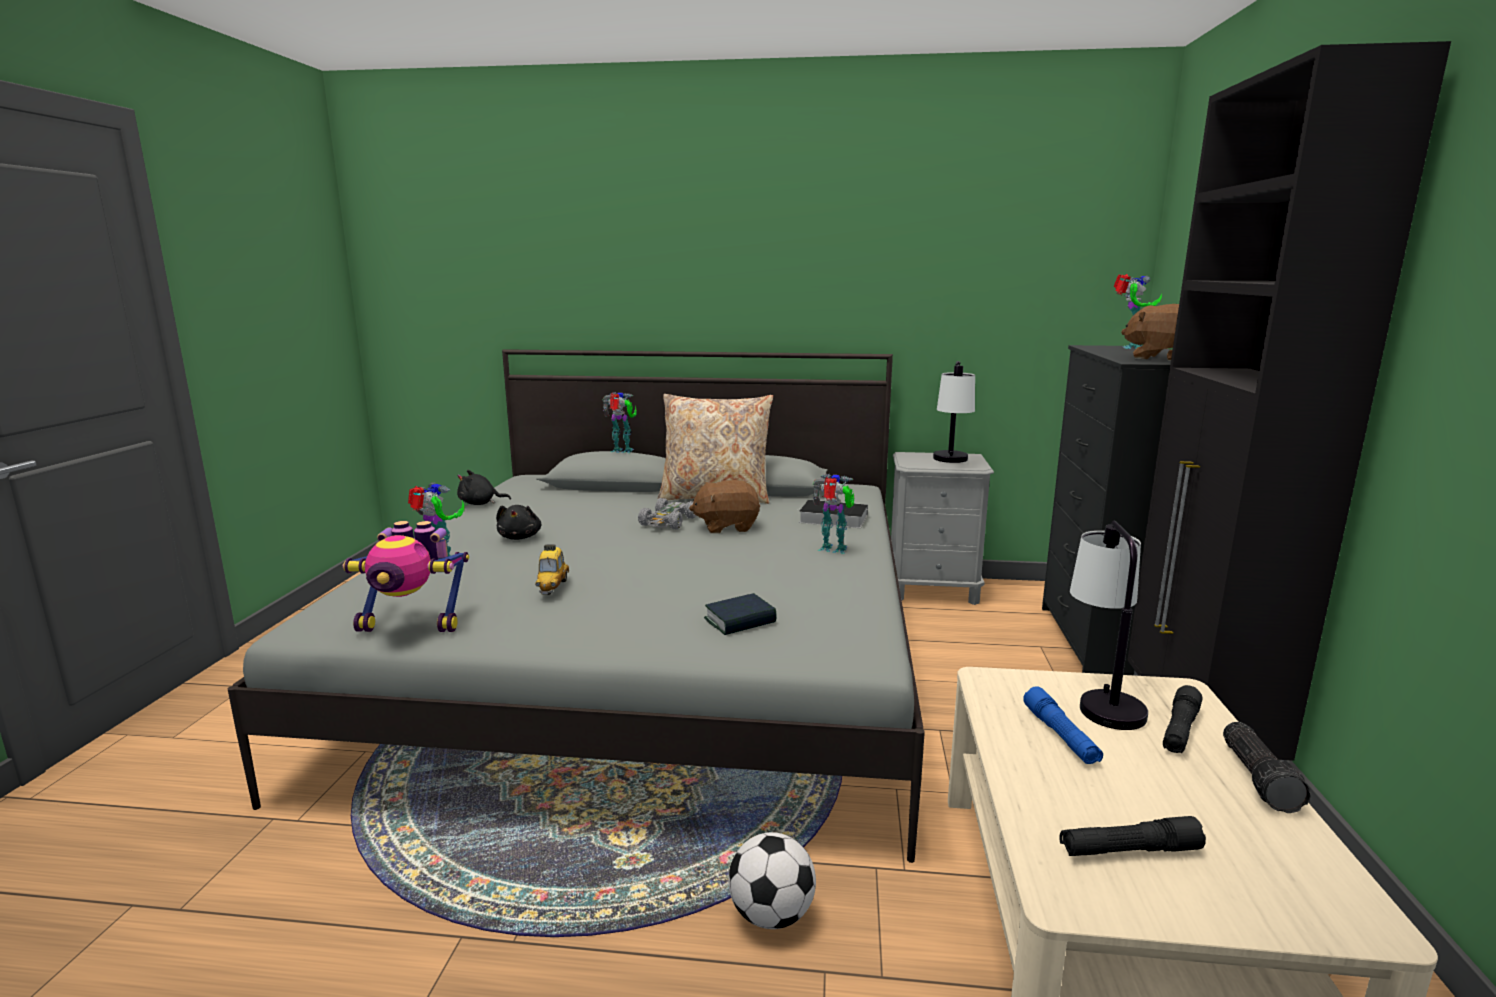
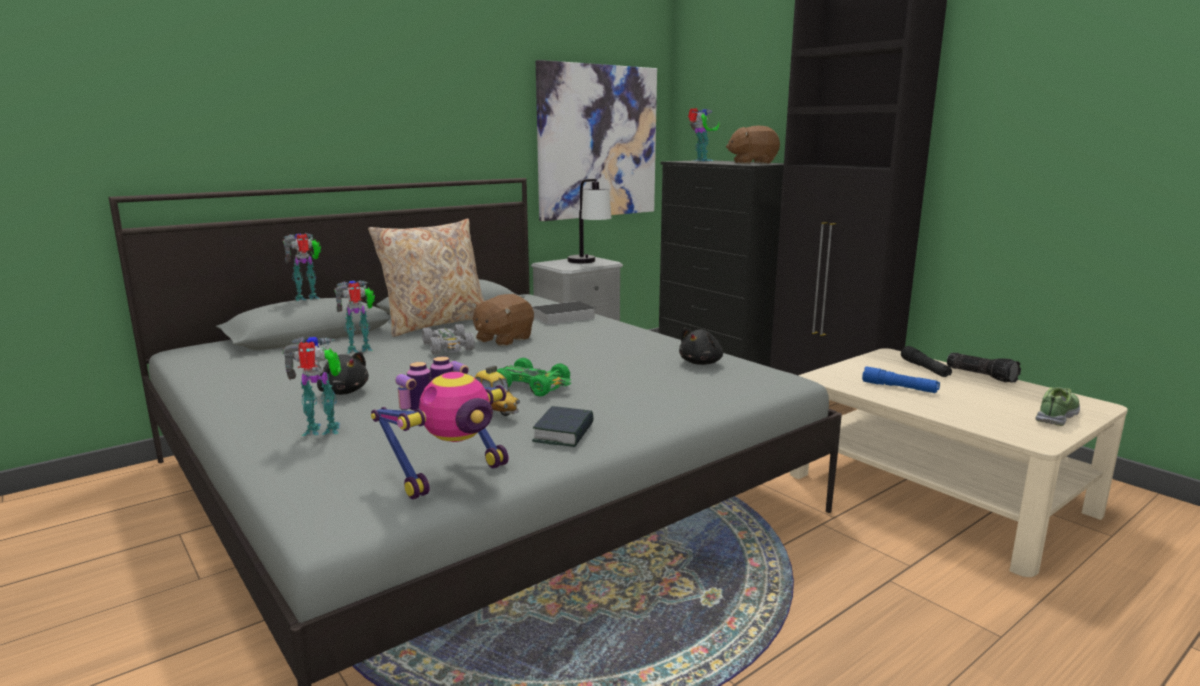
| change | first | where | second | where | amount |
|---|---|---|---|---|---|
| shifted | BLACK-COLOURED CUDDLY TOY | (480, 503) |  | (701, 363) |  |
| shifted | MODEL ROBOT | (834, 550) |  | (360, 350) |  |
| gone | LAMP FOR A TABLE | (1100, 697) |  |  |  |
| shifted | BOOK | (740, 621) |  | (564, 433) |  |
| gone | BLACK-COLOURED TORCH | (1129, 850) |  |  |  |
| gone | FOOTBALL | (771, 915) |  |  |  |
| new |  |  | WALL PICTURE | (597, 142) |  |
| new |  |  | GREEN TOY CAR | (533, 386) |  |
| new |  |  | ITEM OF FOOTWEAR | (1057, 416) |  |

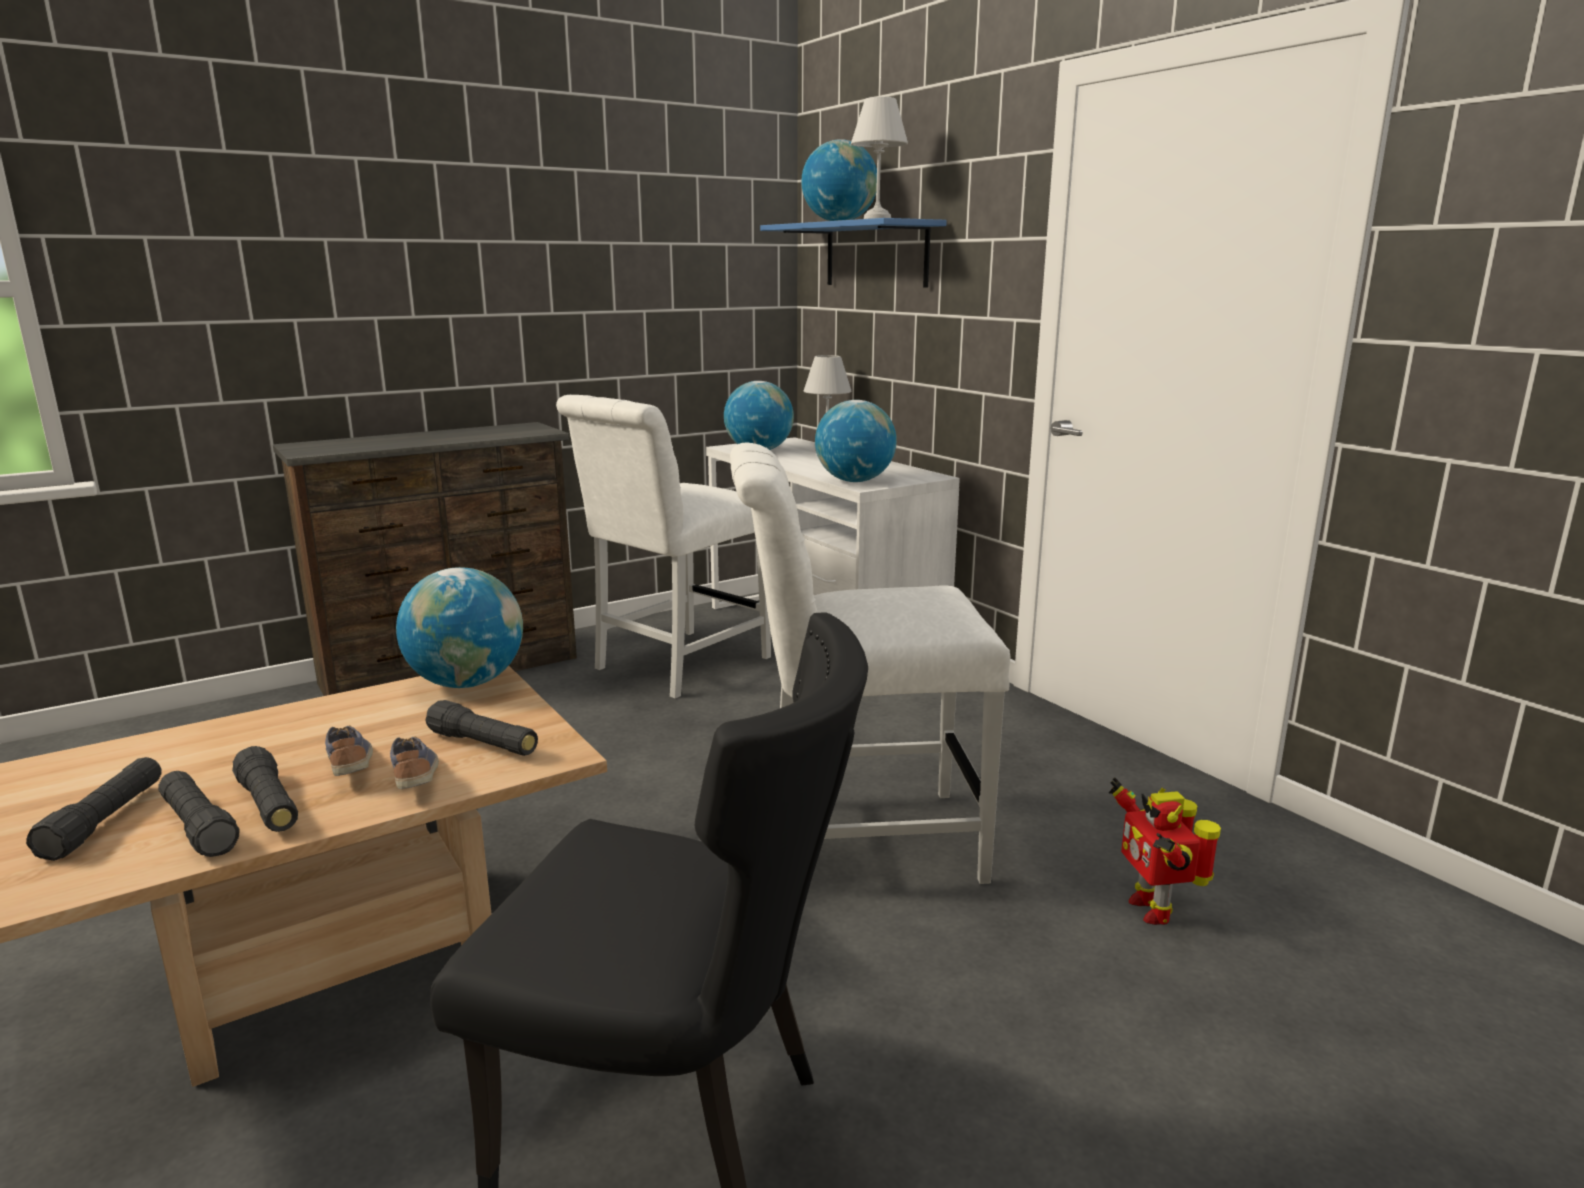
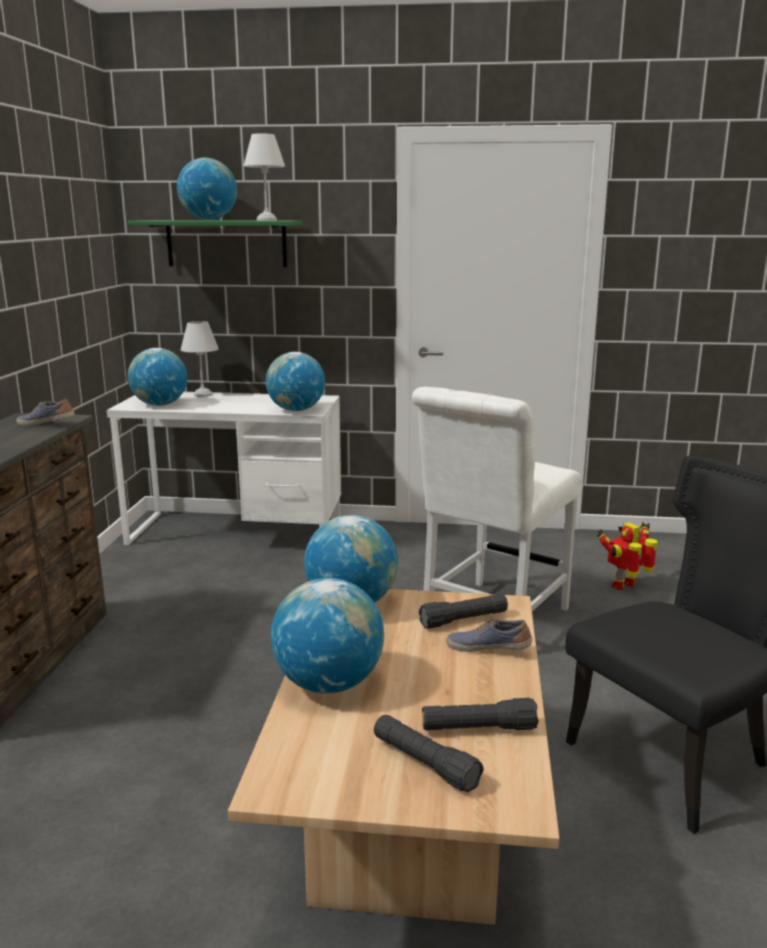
| change | first | where | second | where | amount |
|---|---|---|---|---|---|
| repainted | BLUE-COLOURED BRACKET SHELF | (876, 255) | GREEN BRACKET SHELF | (226, 243) |  |
| gone | WHITE-COLOURED UPRIGHT CHAIR | (674, 665) |  |  |  |
| shifted | ITEM OF FOOTWEAR | (351, 766) |  | (47, 424) |  |
| gone | BLACK-COLOURED TORCH | (269, 806) |  |  |  |
| rotated | MODEL ROBOT | (1153, 908) |  | (626, 586) | 120 degrees clockwise |
| new |  |  | WORLD GLOBE | (328, 683) |  |

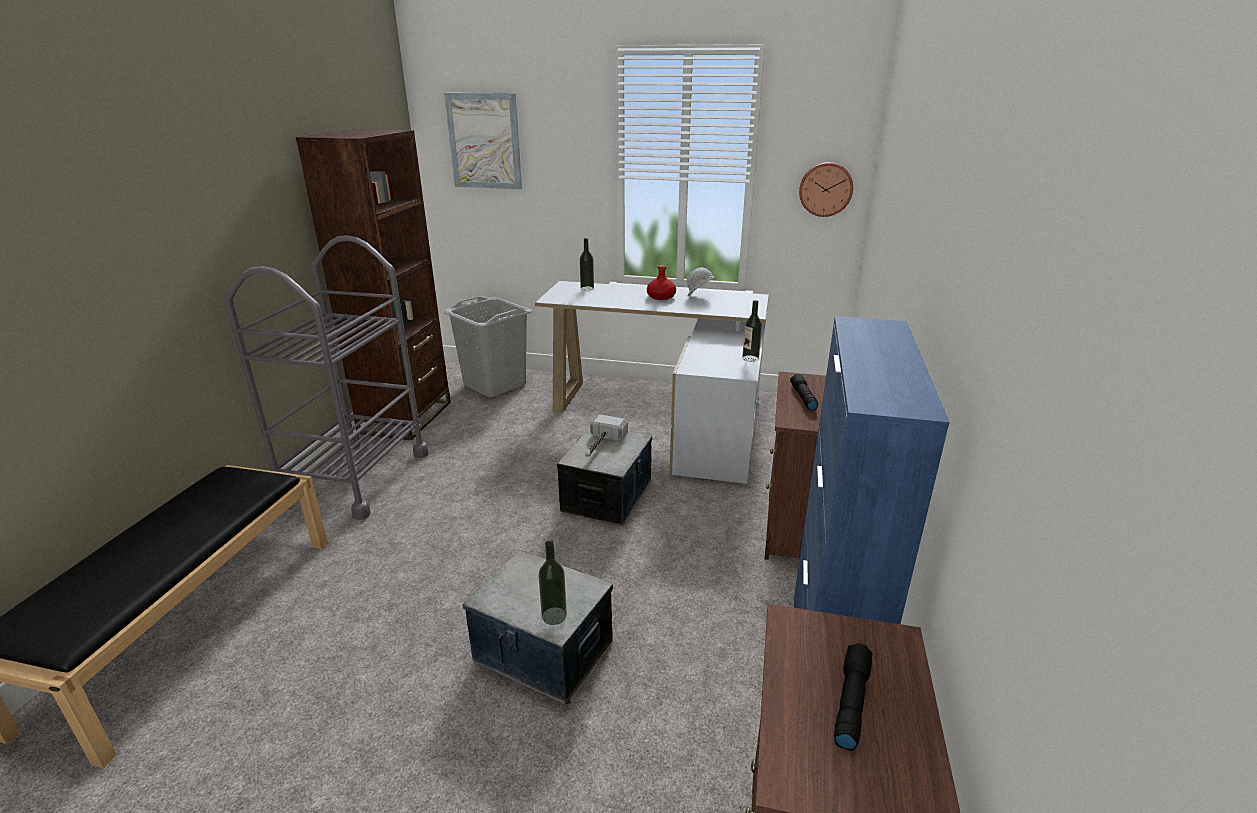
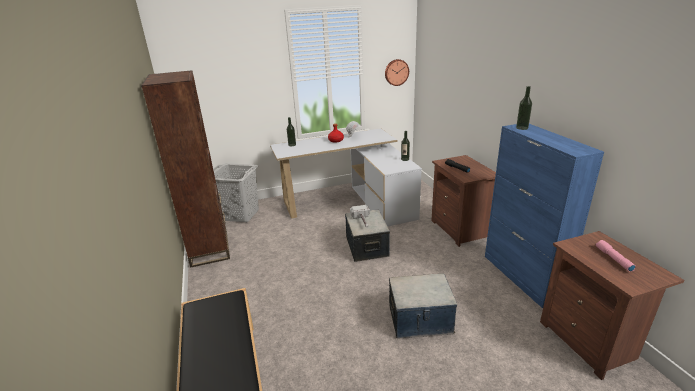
| change | first | where | second | where | amount |
|---|---|---|---|---|---|
| gone | WALL PICTURE | (484, 141) |  |  |  |
| gone | GREYISH CART | (356, 478) |  |  |  |
| shifted | BOTTLE | (554, 616) |  | (522, 128) |  |
| repainted | BLACK-COLOURED TORCH | (850, 701) | PINKISH TORCH | (613, 259) |  |

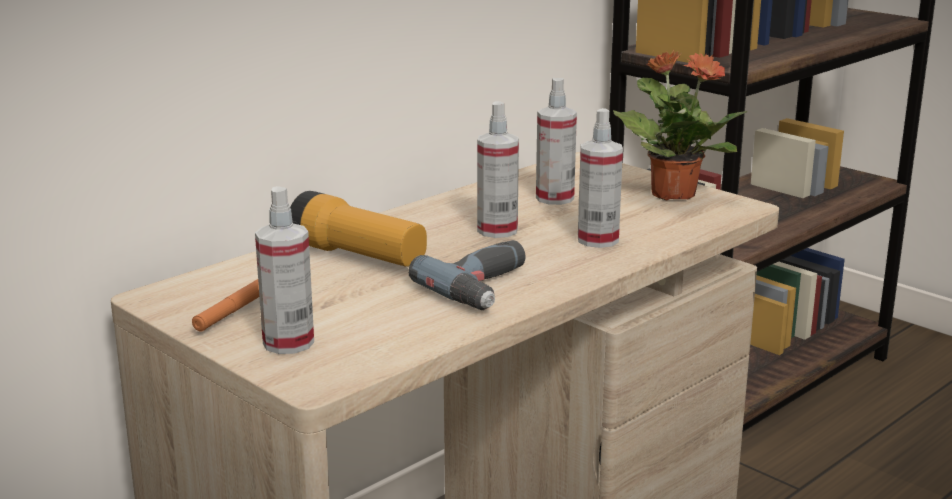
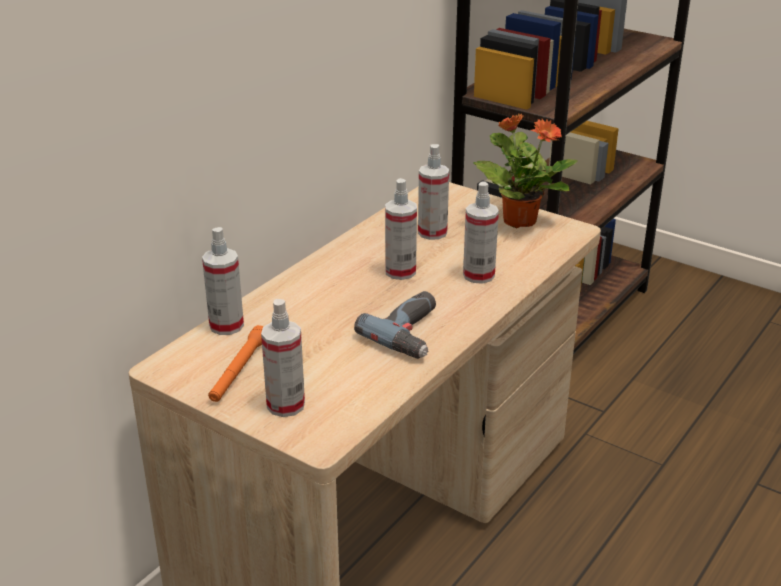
| change | first | where | second | where | amount |
|---|---|---|---|---|---|
| gone | TORCH | (358, 256) |  |  |  |
| new |  |  | SPRAYER | (226, 325) |  |

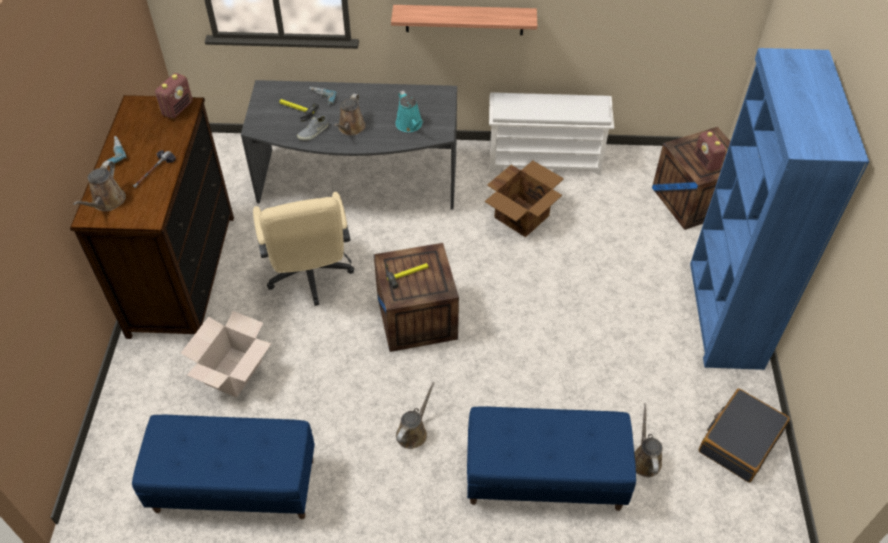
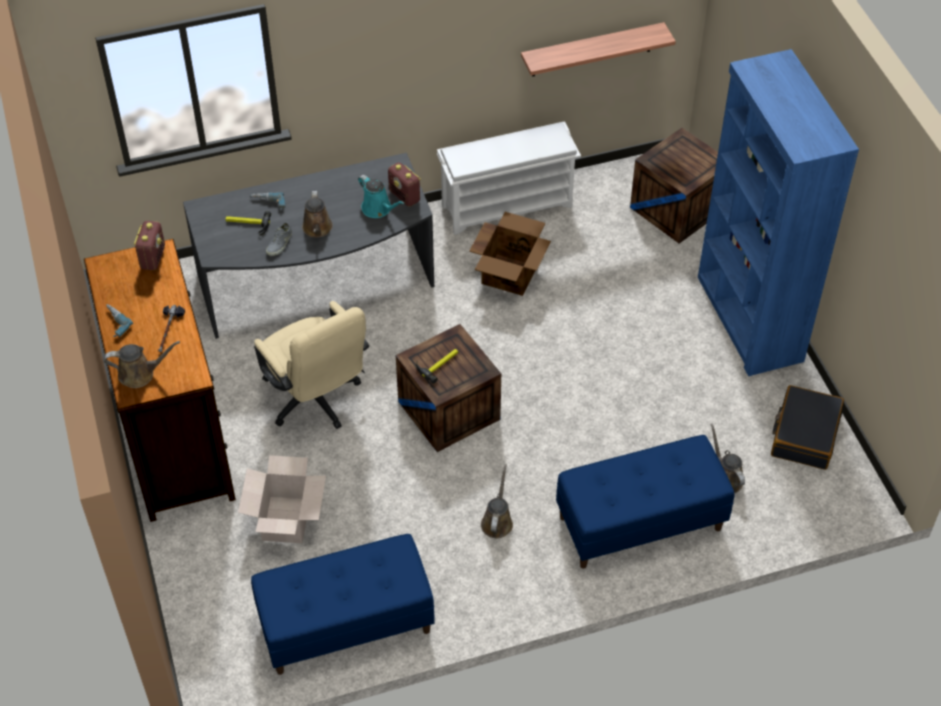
| change | first | where | second | where | amount |
|---|---|---|---|---|---|
| shifted | BRACKET SHELF | (464, 19) |  | (592, 50) |  |
| shifted | RADIO | (706, 162) |  | (405, 196) |  |
| rotated | BROWNISH WATERING POT | (107, 202) |  | (140, 374) | 90 degrees counterclockwise |

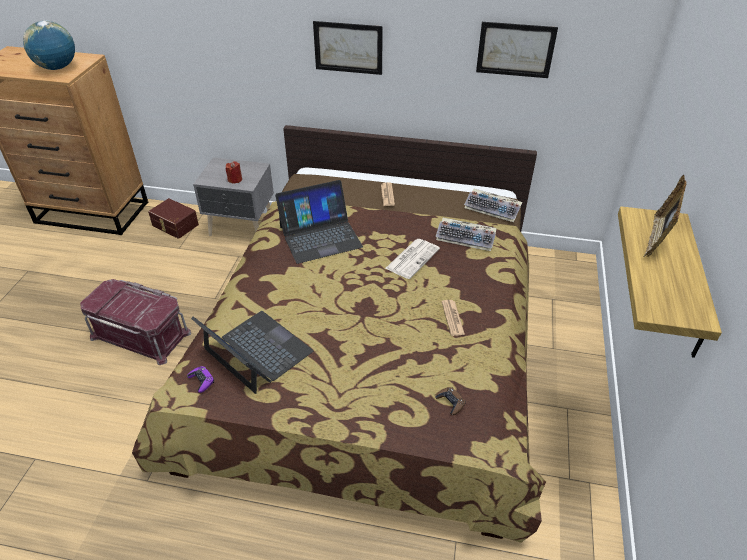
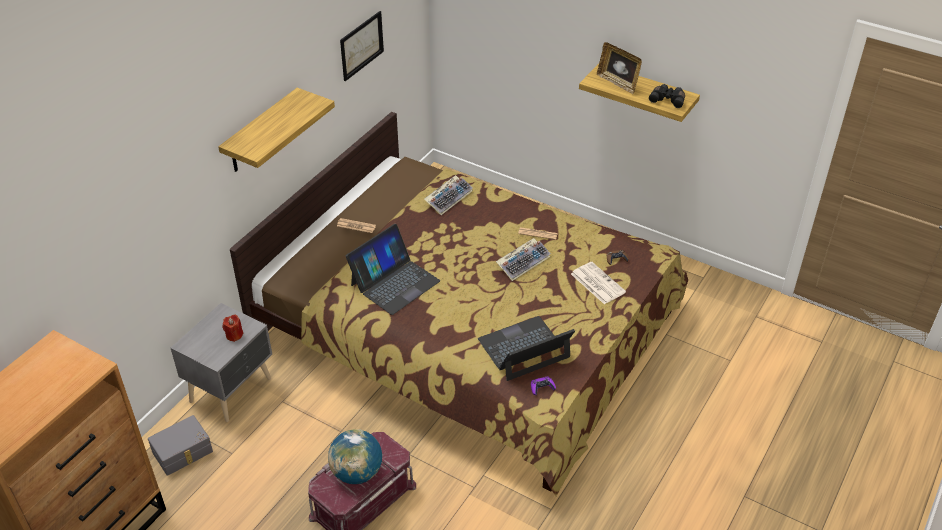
| change | first | where | second | where | amount |
|---|---|---|---|---|---|
| shifted | WORLD GLOBE | (57, 68) |  | (357, 473) |  |
| swapped | WALL PICTURE | (348, 47) | BRACKET SHELF | (261, 132) |  |
| rotated | NOTEBOOK COMPUTER | (320, 236) |  | (394, 282) | 45 degrees clockwise |
| shifted | COMPUTER KEYBOARD | (493, 209) |  | (523, 262) |  |
| repainted | BROWNISH STORAGE BOX | (174, 225) | GREYISH STORAGE BOX | (183, 452) |  |
| shifted | NEWSPAPER | (412, 258) |  | (597, 283) |  |
| new |  |  | BLACK-COLOURED FIELD GLASSES | (668, 100) |  |

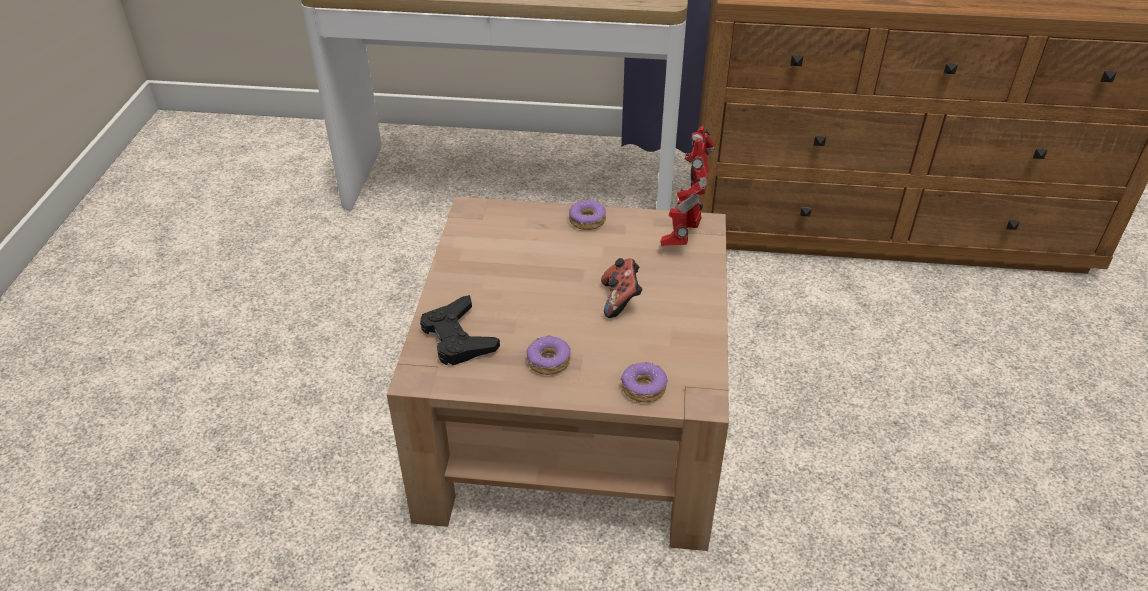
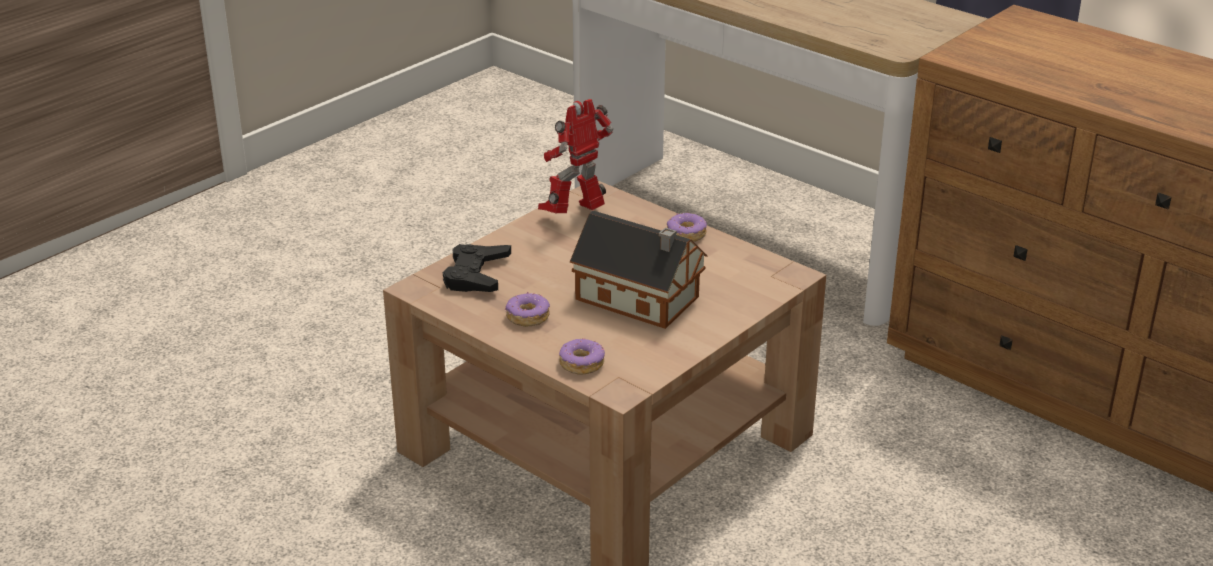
| change | first | where | second | where | amount |
|---|---|---|---|---|---|
| shifted | MODEL ROBOT | (683, 237) |  | (576, 214) |  |
| swapped | GAME CONTROLLER | (620, 300) | MODEL HOUSE | (641, 300) |  |

